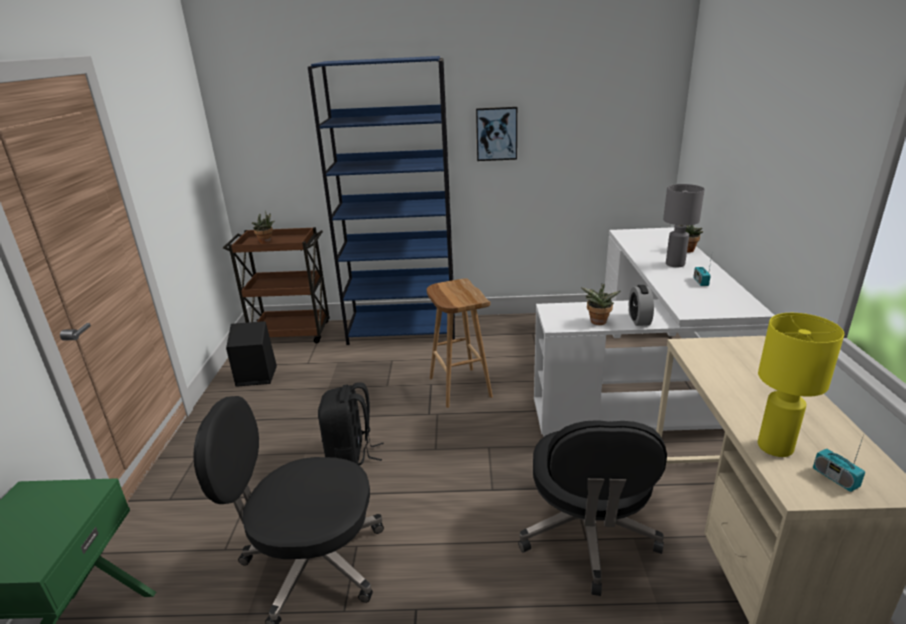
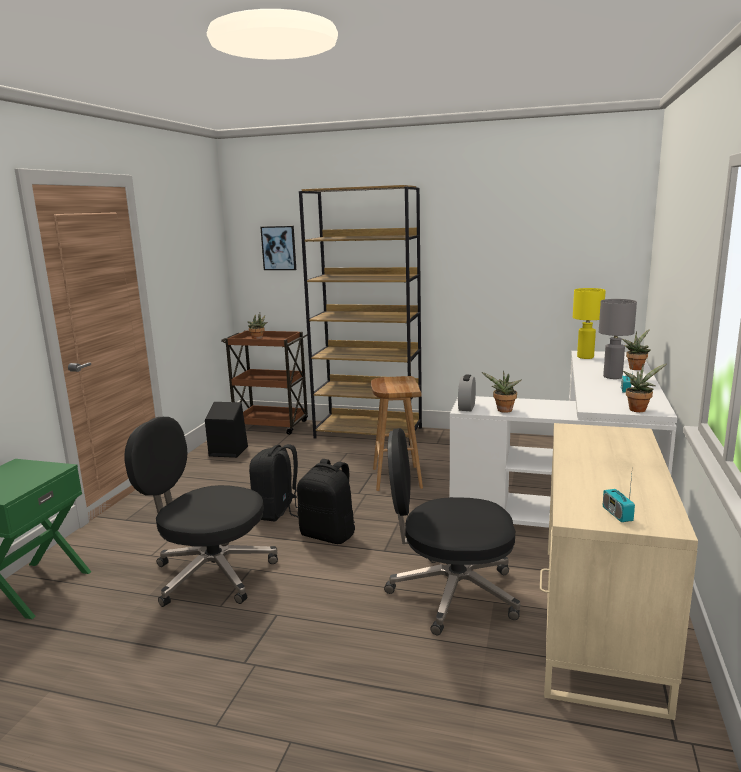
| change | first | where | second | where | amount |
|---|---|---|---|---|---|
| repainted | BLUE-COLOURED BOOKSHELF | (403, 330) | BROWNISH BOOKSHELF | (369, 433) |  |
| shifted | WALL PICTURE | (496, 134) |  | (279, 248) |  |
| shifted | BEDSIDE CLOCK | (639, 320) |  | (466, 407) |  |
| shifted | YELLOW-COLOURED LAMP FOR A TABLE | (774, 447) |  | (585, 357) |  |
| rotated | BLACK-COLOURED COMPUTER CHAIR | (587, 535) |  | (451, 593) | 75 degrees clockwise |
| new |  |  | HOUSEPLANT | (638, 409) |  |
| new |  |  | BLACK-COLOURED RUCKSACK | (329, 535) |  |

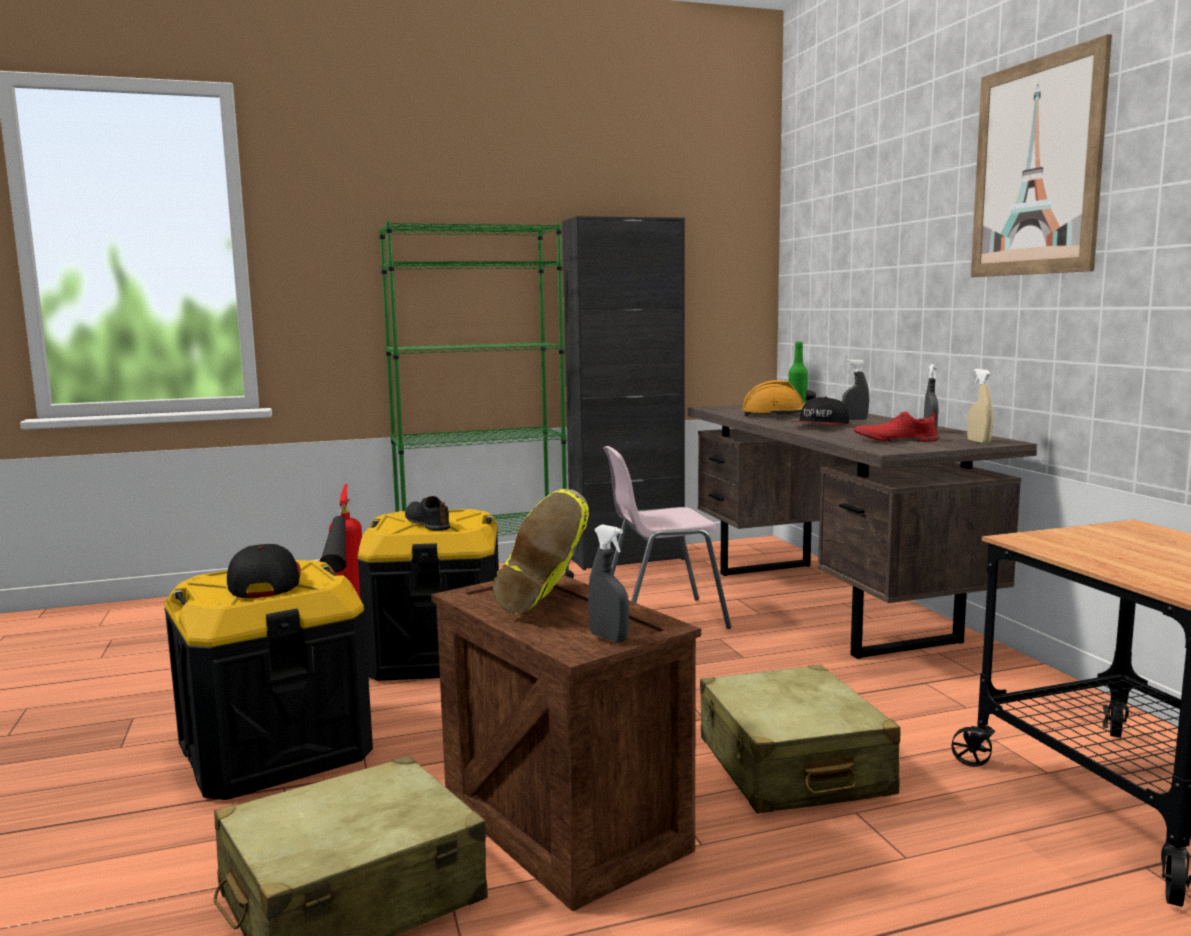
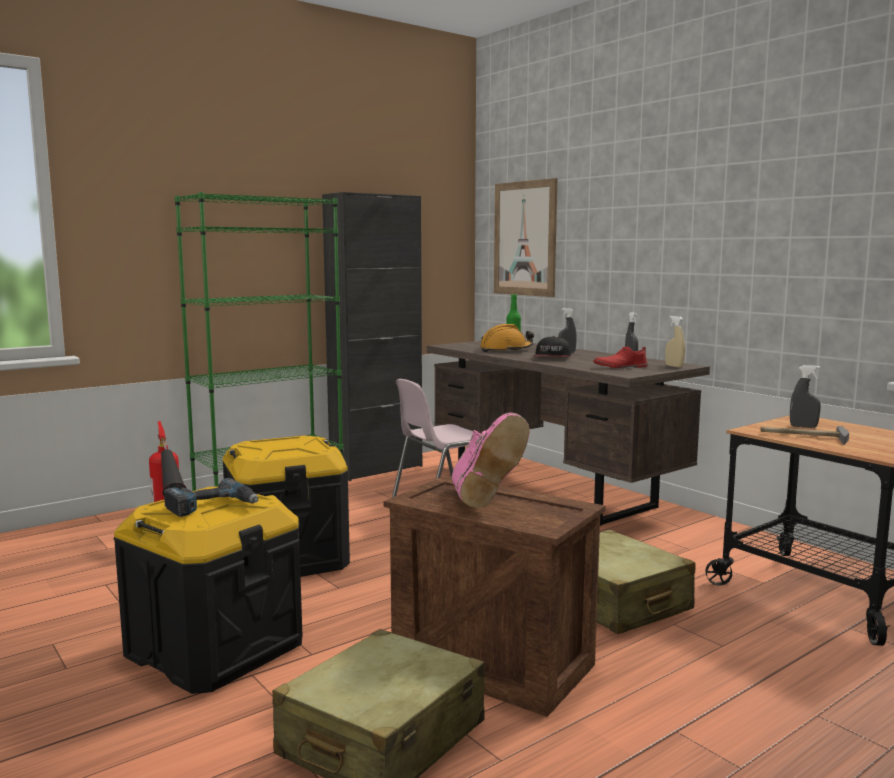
| change | first | where | second | where | amount |
|---|---|---|---|---|---|
| shifted | WALL PICTURE | (1036, 168) |  | (524, 238) |  |
| repainted | YELLOW-COLOURED BOOT | (548, 604) | PINKISH BOOT | (482, 500) |  |
| gone | BLACK-COLOURED ITEM OF FOOTWEAR | (427, 522) |  |  |  |
| shifted | GREYISH SPRAYER | (609, 638) |  | (803, 427) |  |
| swapped | CAP | (264, 582) | ELECTRIC DRILL | (212, 506) |  |
| new |  |  | HAMMER | (803, 436) |  |

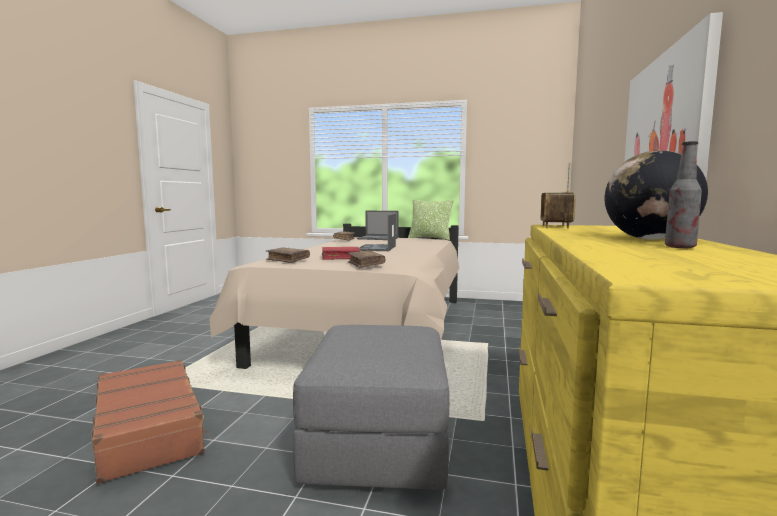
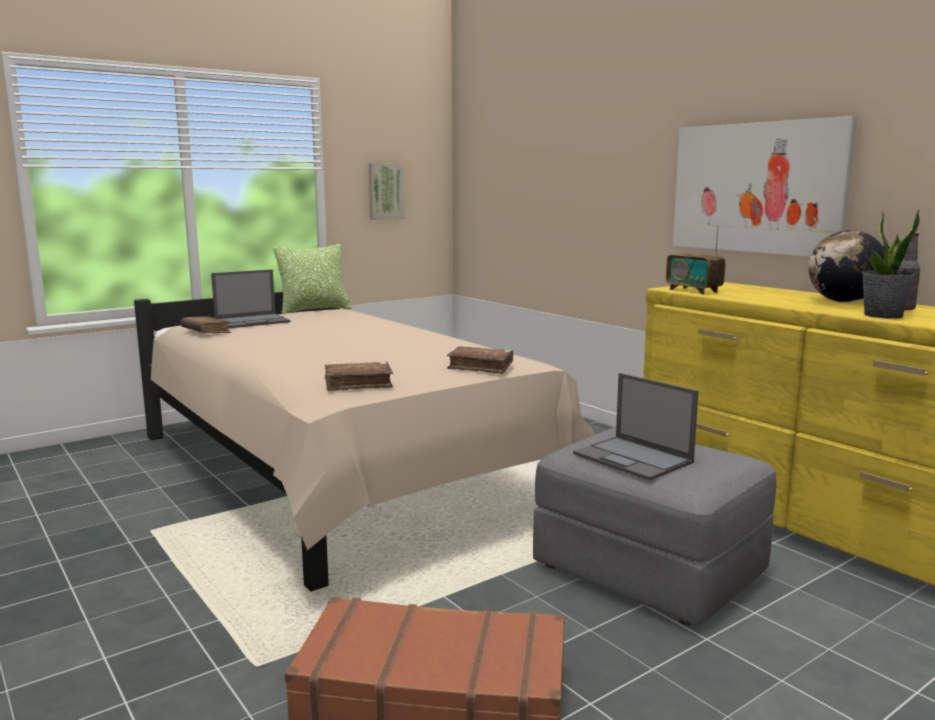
| change | first | where | second | where | amount |
|---|---|---|---|---|---|
| shifted | NOTEBOOK COMPUTER | (376, 248) |  | (634, 458) |  |
| gone | RED BOOK | (340, 258) |  |  |  |
| new |  |  | WALL PICTURE | (385, 191) |  |
| new |  |  | HOUSEPLANT | (883, 315) |  |

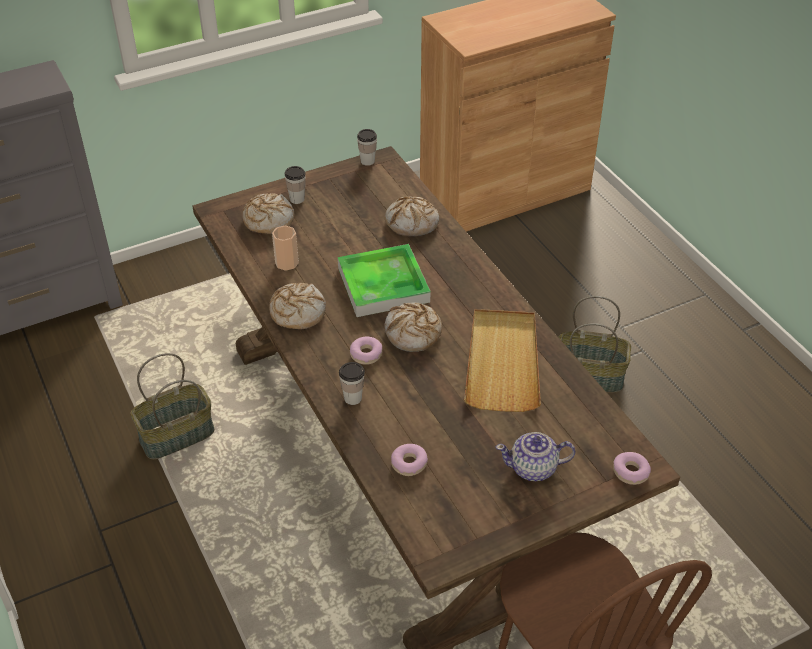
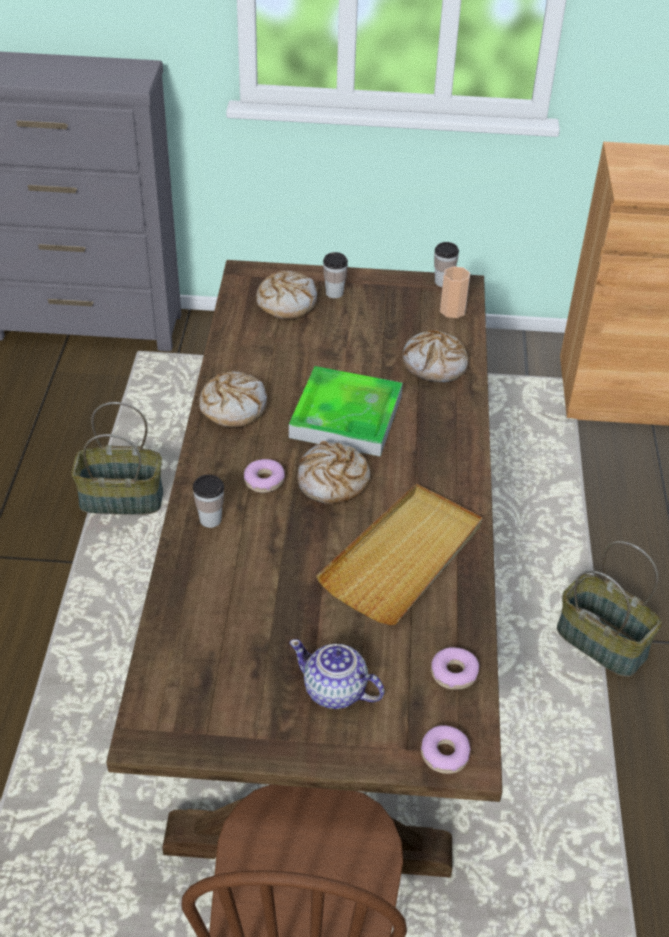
| change | first | where | second | where | amount |
|---|---|---|---|---|---|
| shifted | SMALL CUP | (287, 263) |  | (452, 310) |  |
| shifted | RING DOUGHNUT | (409, 463) |  | (454, 673) |  |

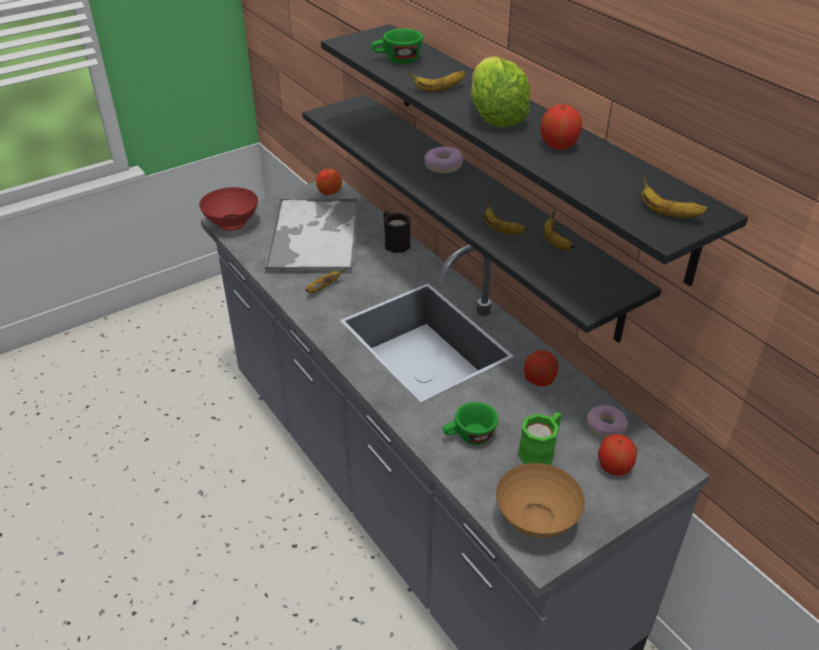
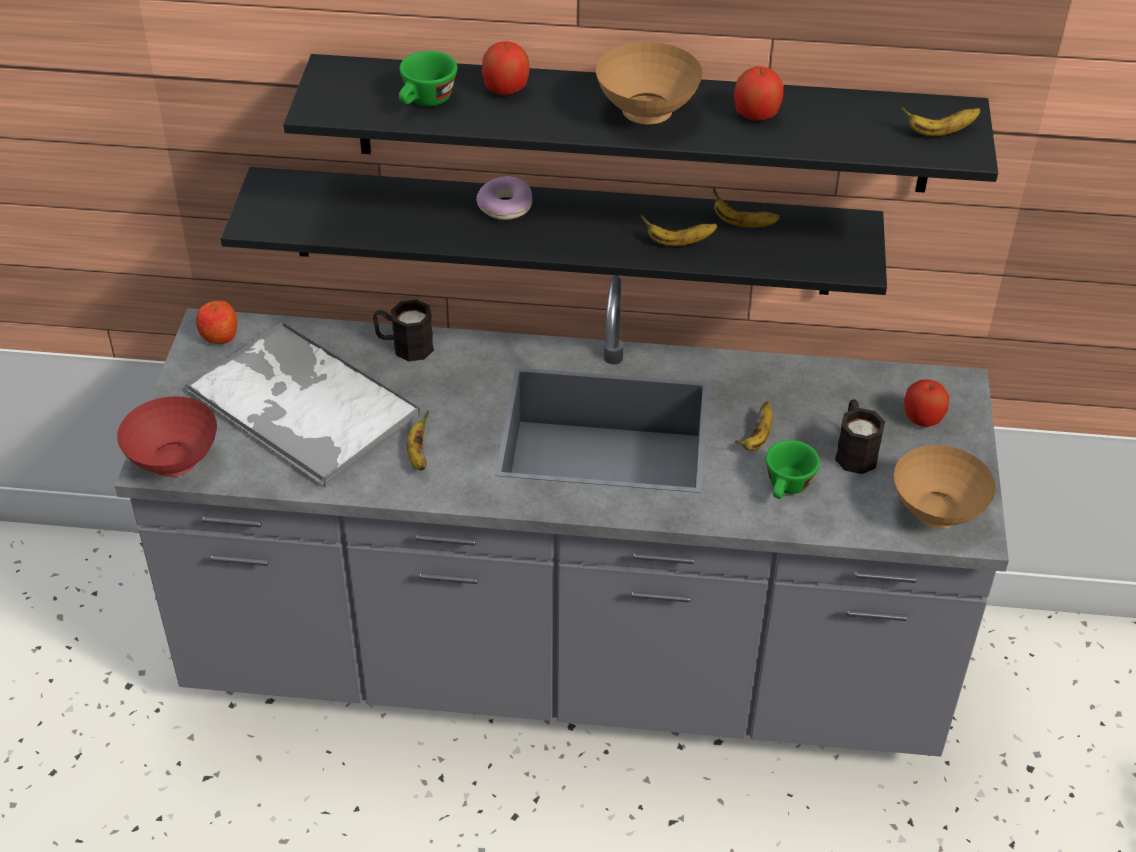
| change | first | where | second | where | amount |
|---|---|---|---|---|---|
| swapped | HEAD OF LETTUCE | (495, 116) | BROWNISH DEEP DISH | (647, 115) |  |
| shifted | BANANA | (438, 90) |  | (757, 438) |  |
| shifted | APPLE FRUIT | (539, 381) |  | (505, 90) |  |
| gone | RING DOUGHNUT | (606, 426) |  |  |  |
| repainted | GREEN COFFEE MUG | (541, 450) | BLACK-COLOURED COFFEE MUG | (854, 451) |  |

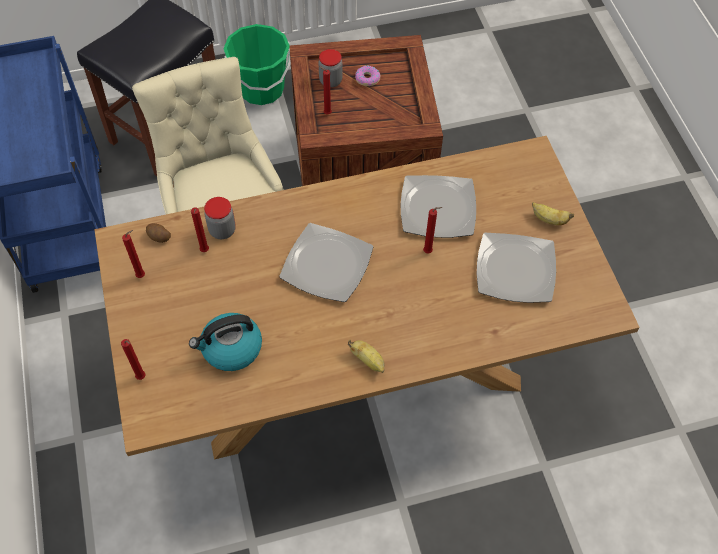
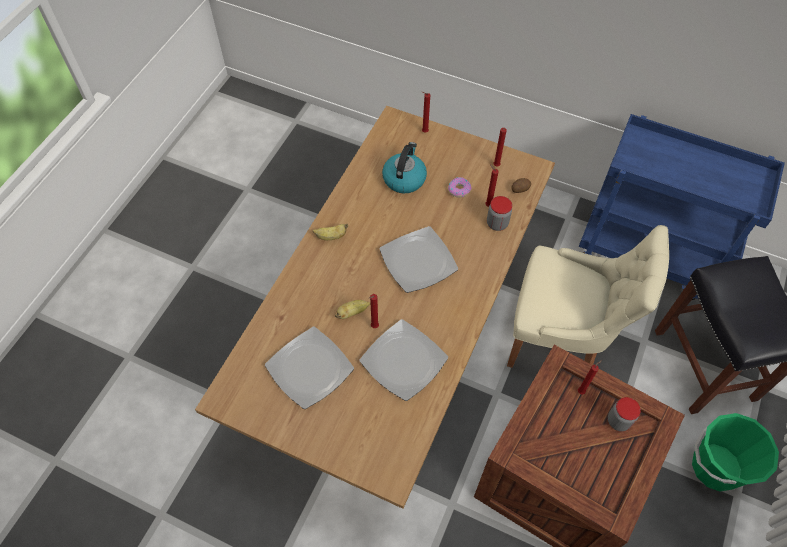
| change | first | where | second | where | amount |
|---|---|---|---|---|---|
| shifted | RING DOUGHNUT | (367, 79) |  | (459, 189) |  |
| shifted | BANANA | (548, 219) |  | (352, 312) |  |

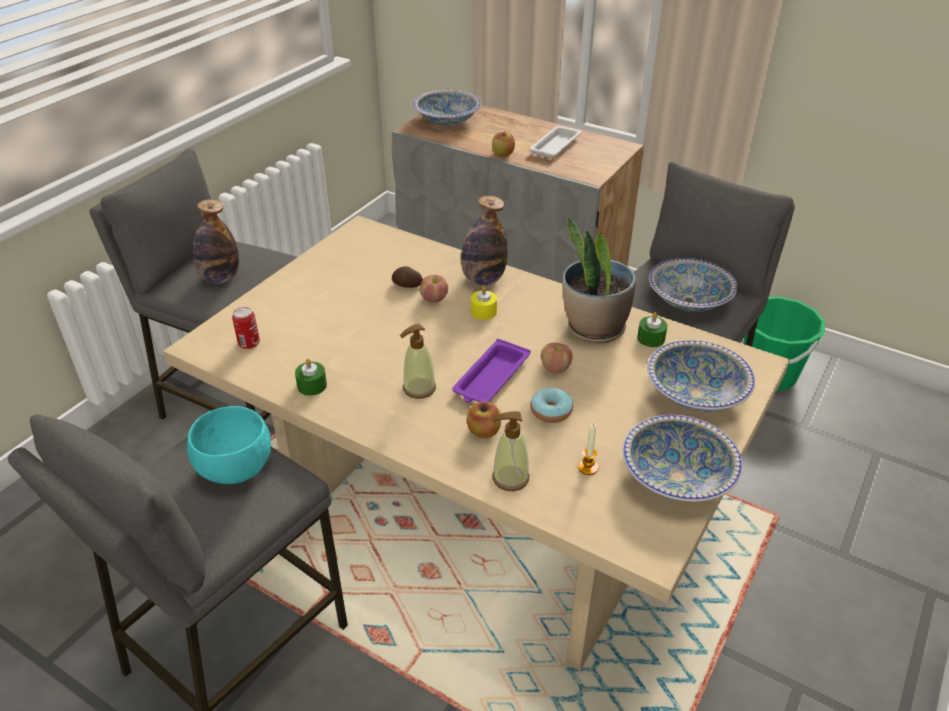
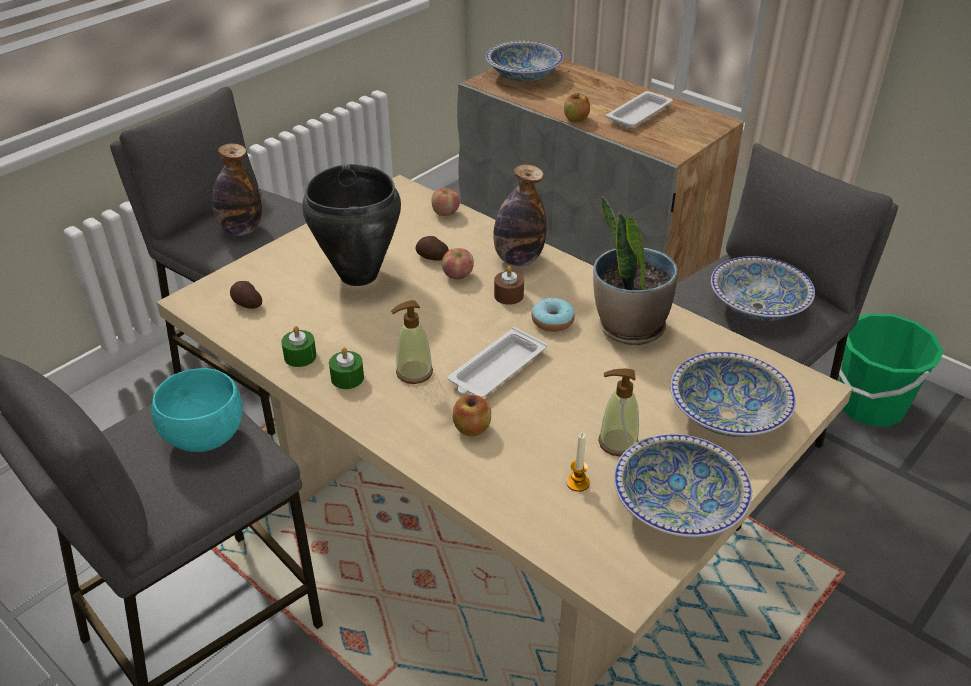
| change | first | where | second | where | amount |
|---|---|---|---|---|---|
| repainted | YELLOW-COLOURED CANDLE | (483, 312) | BROWNISH CANDLE | (508, 295) |  |
| swapped | SEALED CAN | (249, 343) | SPUD | (246, 304) |  |
| shifted | GREEN CANDLE | (651, 338) |  | (347, 378) |  |
| repainted | PURPLE-COLOURED TRAY | (491, 378) | WHITE-COLOURED TRAY | (496, 370) |  |
| shifted | APPLE FRUIT | (555, 368) |  | (445, 213) |  |
| shifted | RING DOUGHNUT | (551, 411) |  | (552, 321) |  |
| shifted | LIQUID SOAP BOTTLE | (510, 478) |  | (617, 443) |  |
| new |  |  | BLACK-COLOURED COOKING POT | (358, 275) |  |

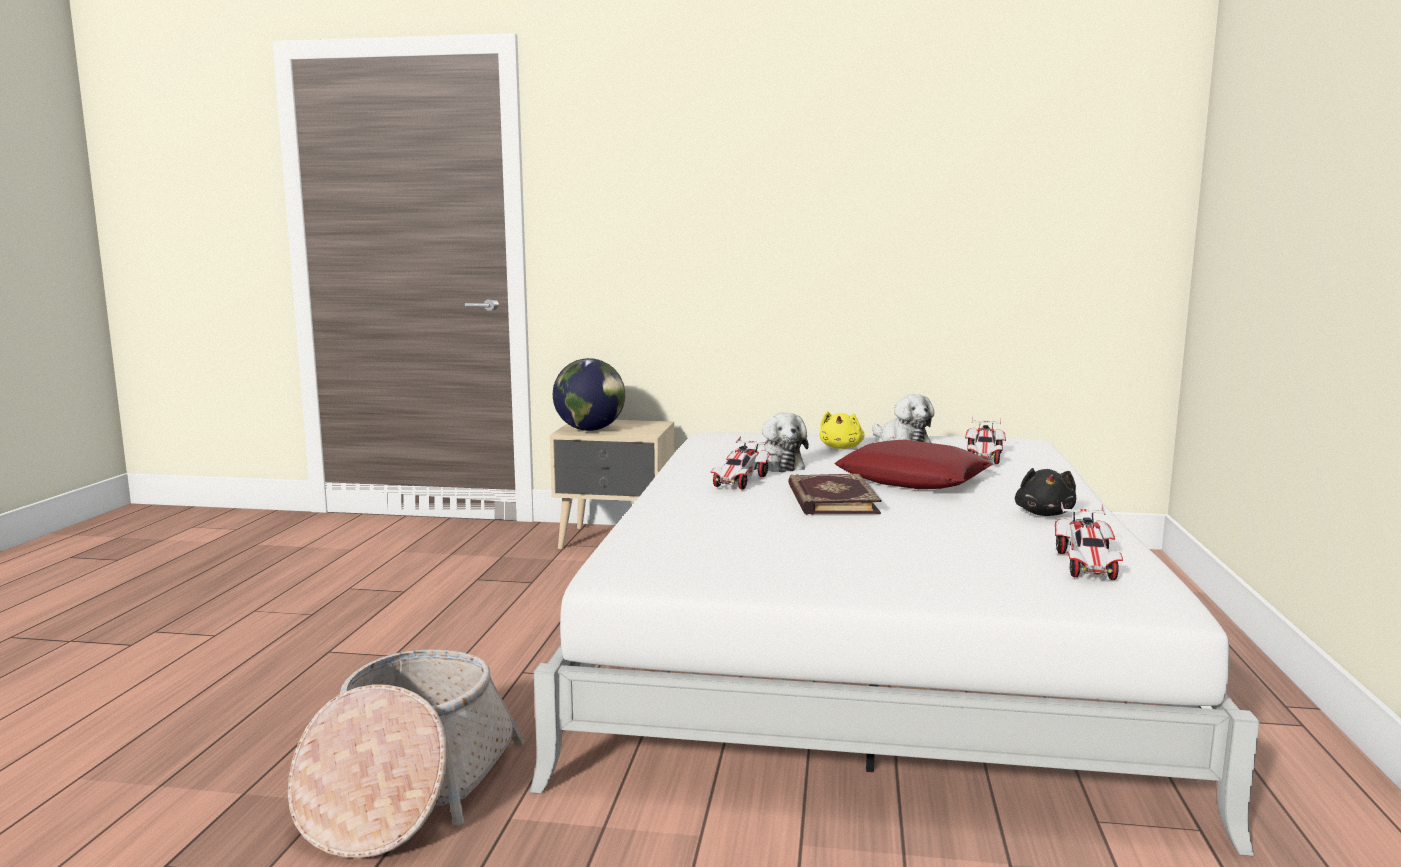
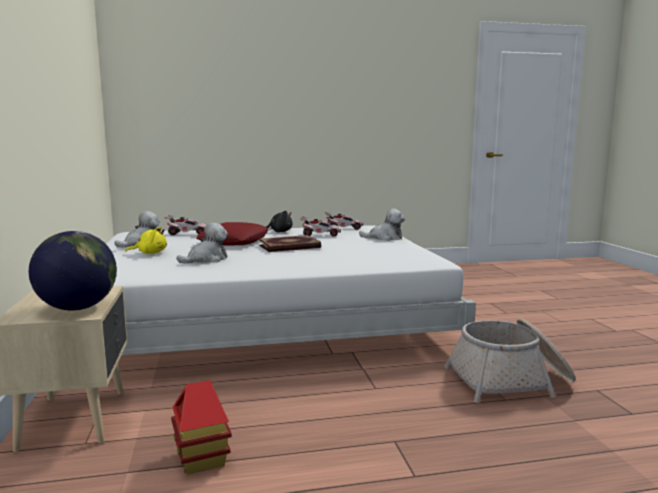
| change | first | where | second | where | amount |
|---|---|---|---|---|---|
| shifted | TOY CAR | (740, 481) |  | (320, 235) |  |
| new |  |  | CUDDLY TOY | (384, 238) |  |
| new |  |  | MODEL HOUSE | (202, 459) |  |

